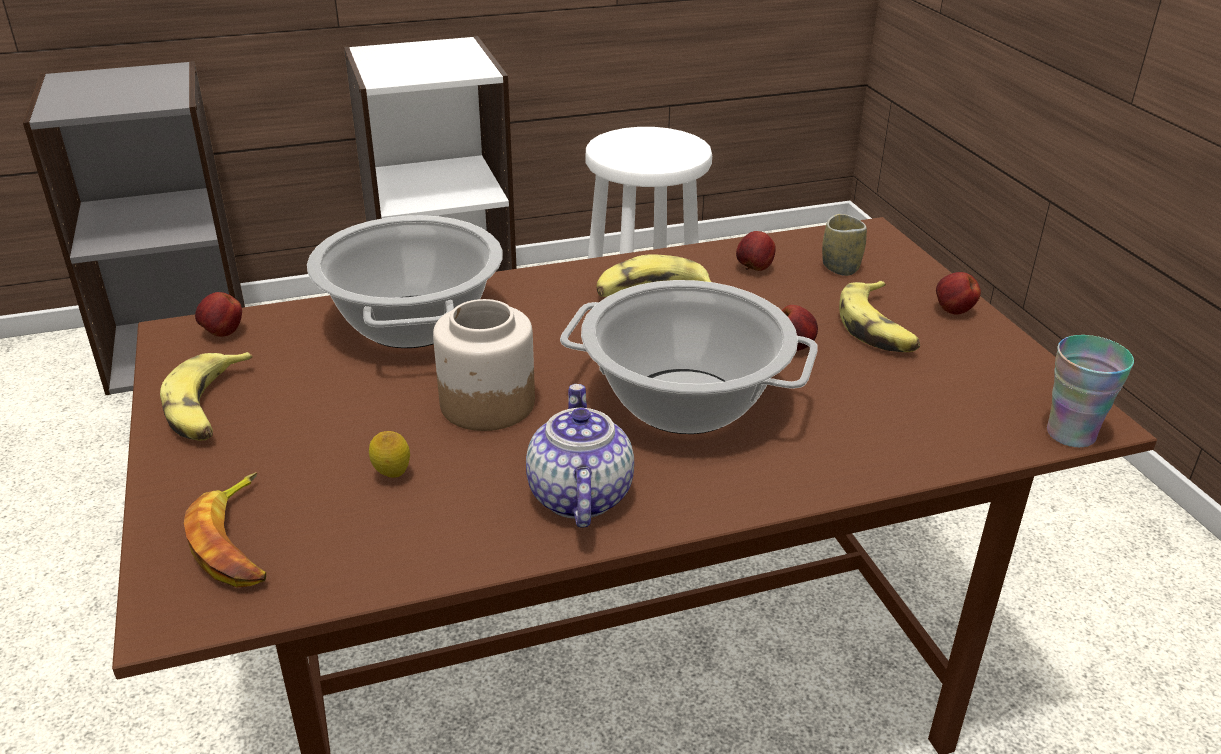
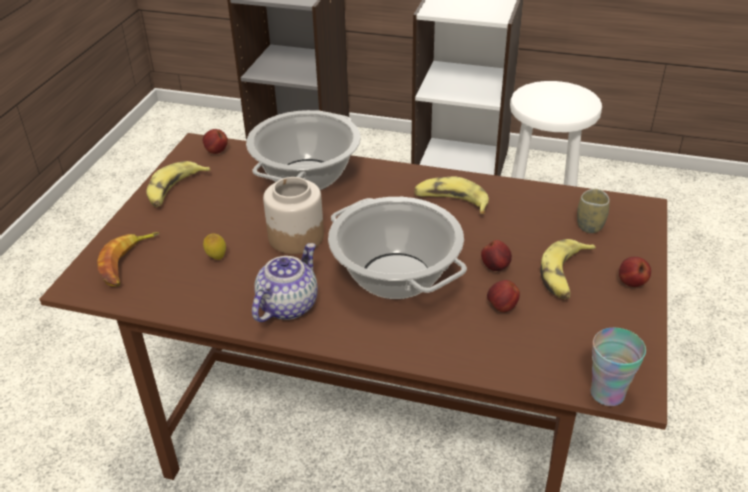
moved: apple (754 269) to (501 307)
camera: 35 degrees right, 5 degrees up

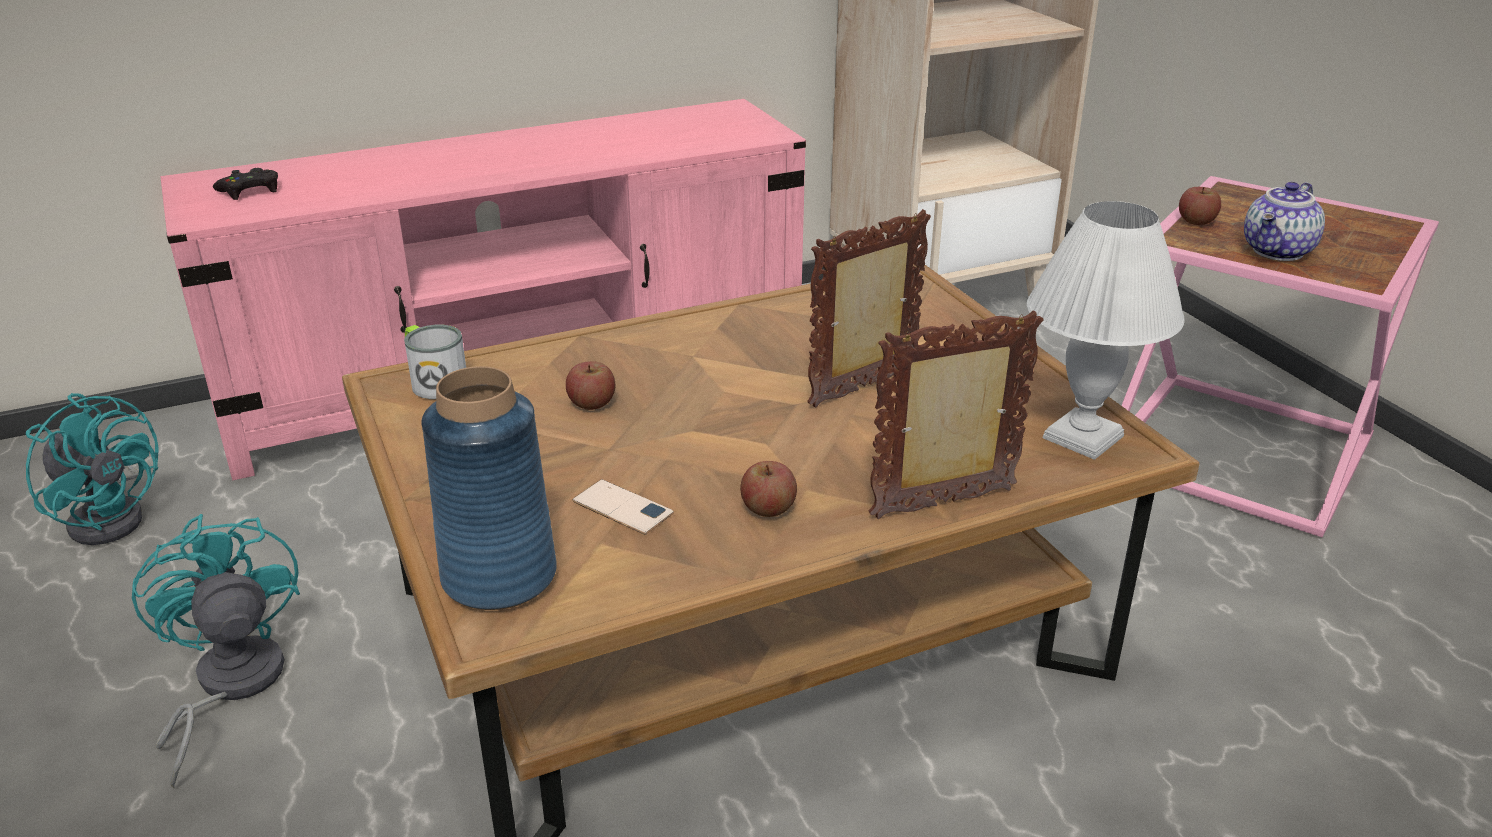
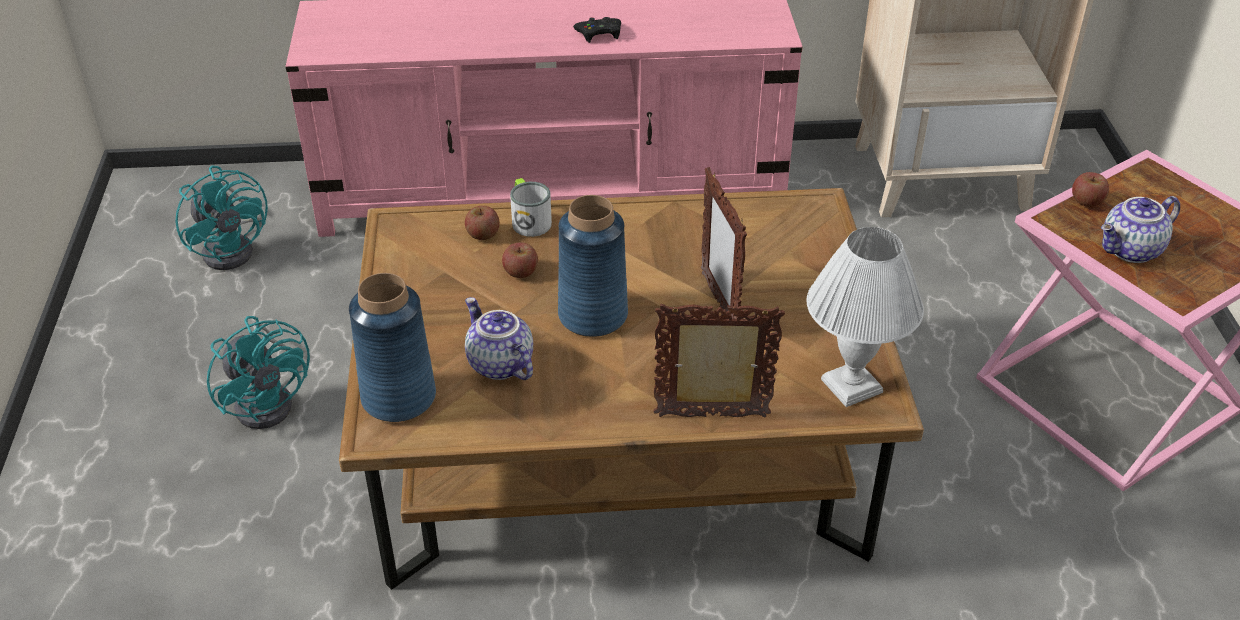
added: vase (blue) (593 316)
moved: game controller (black) (250 191) to (599 34); mug (434 381) to (529 220); apple (768 508) to (483 234)
replaced: phone (622 508) to teapot (498 364)
turned: picture frame (864 388) = (719 303) 90 degrees counterclockwise; fan (turquoise) (229 687) = (270 400) 150 degrees clockwise
camera: 20 degrees right, 10 degrees up

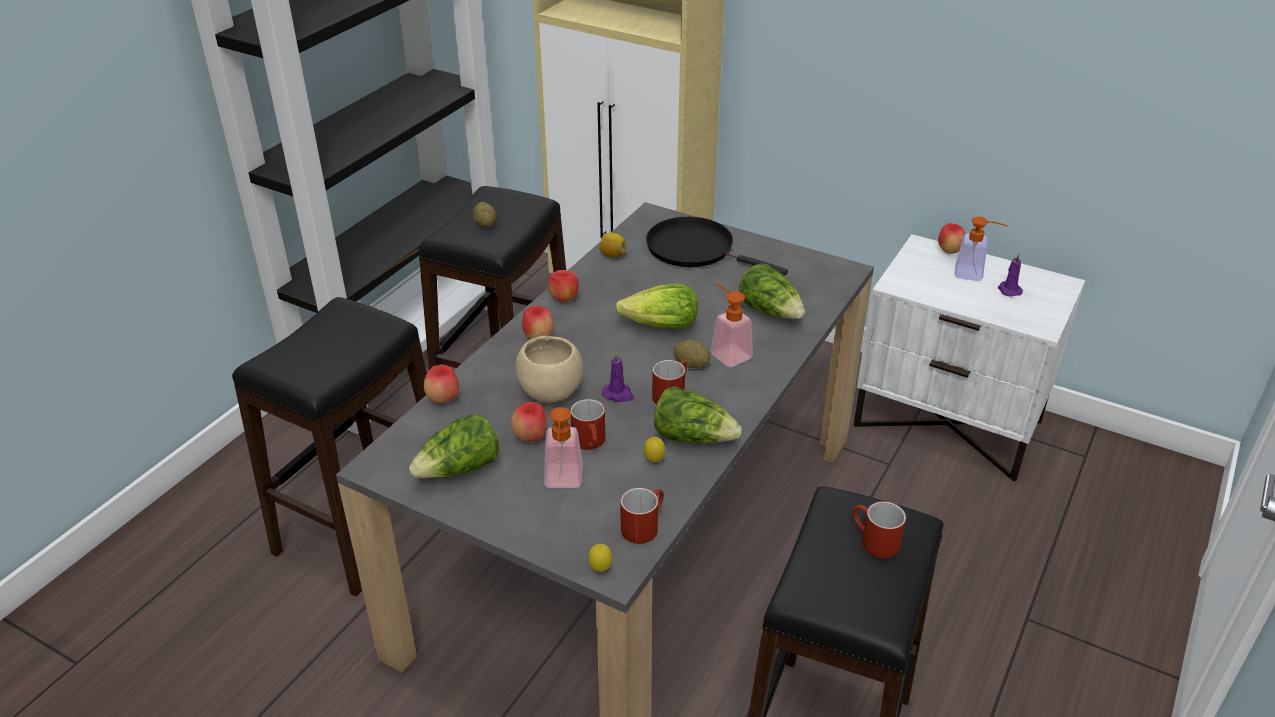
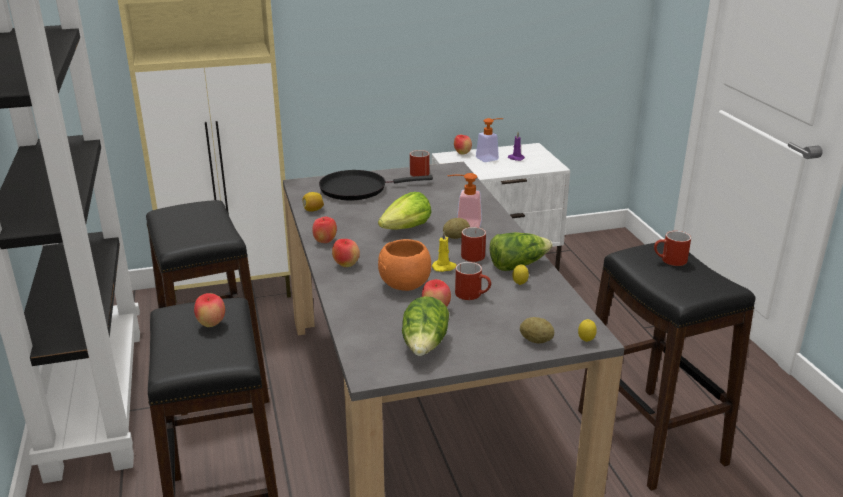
removed: lettuce (771 311); soap dispenser (563 482)
moved: potato (485 224) to (536 340); apple (443 399) to (211 324); mug (red) (643 525) to (418 172)
recoloured: bowl (beige) (550 393) to bowl (orange) (405 285); candle (purple) (618 394) to candle (yellow) (444 267)
camera: 45 degrees left, 10 degrees down

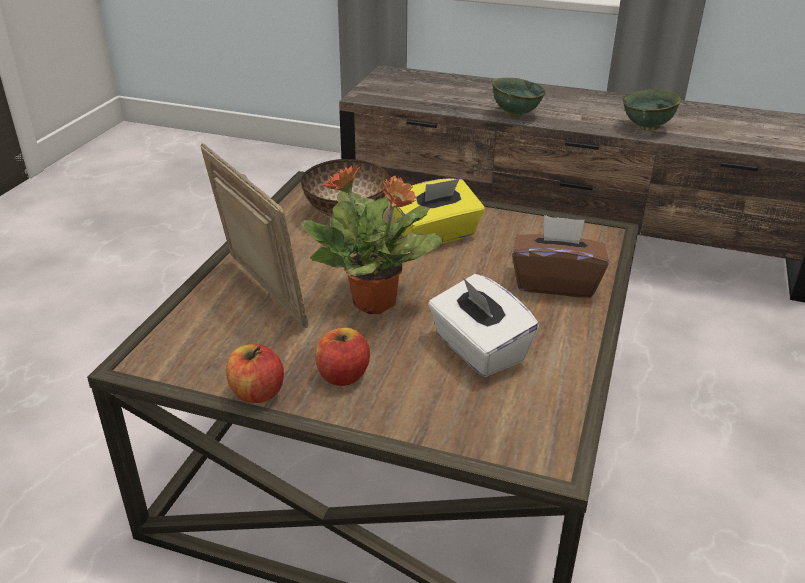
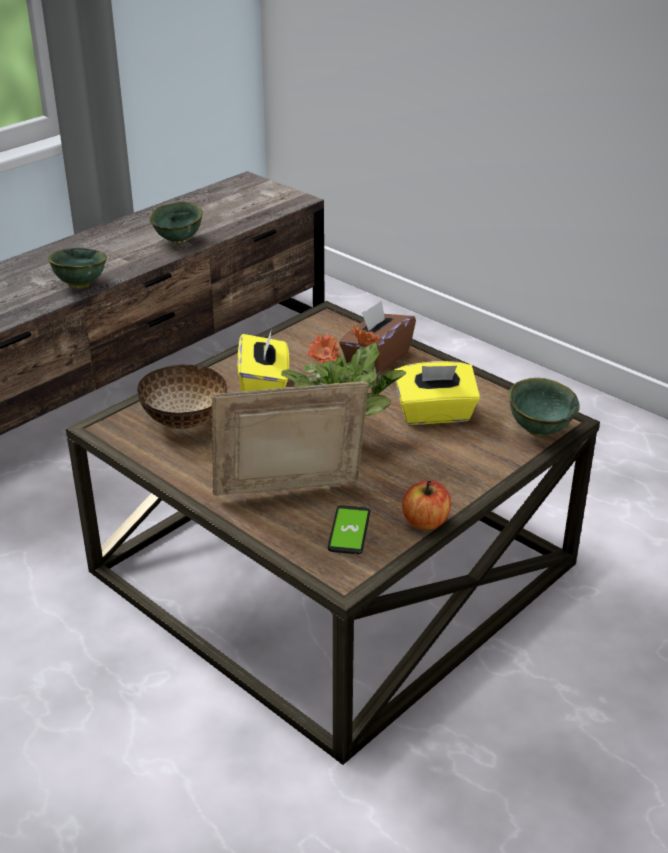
removed: apple (343 375)
added: bowl (green) (539 429); phone (349 531)
recoloured: tissue box (white) (478 349) to tissue box (yellow) (435 414)
camera: 65 degrees left, 0 degrees up

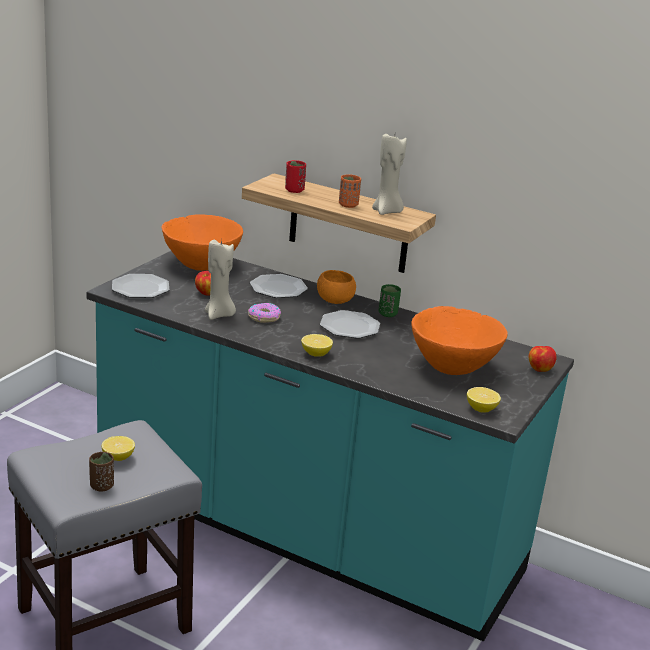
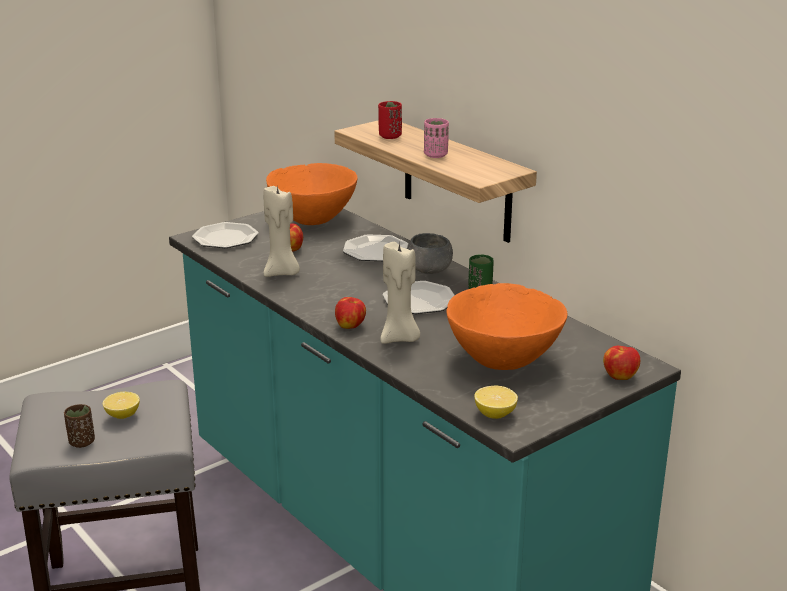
removed: donut (264 317)
moved: candle (beige) (387 212) to (400 338)
replaced: lemon (316 354) to apple (350 326)
recoloured: cup (orange) (348 205) to cup (pink) (435 155); bowl (orange) (335 301) to bowl (grey) (429 270)
camera: 25 degrees right, 0 degrees up

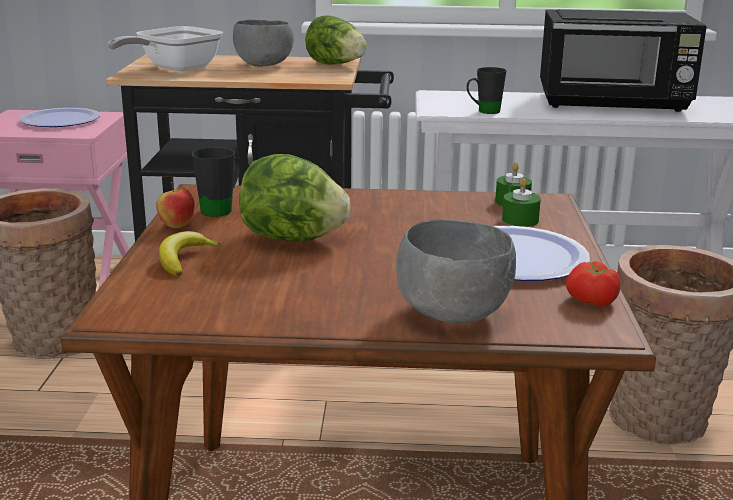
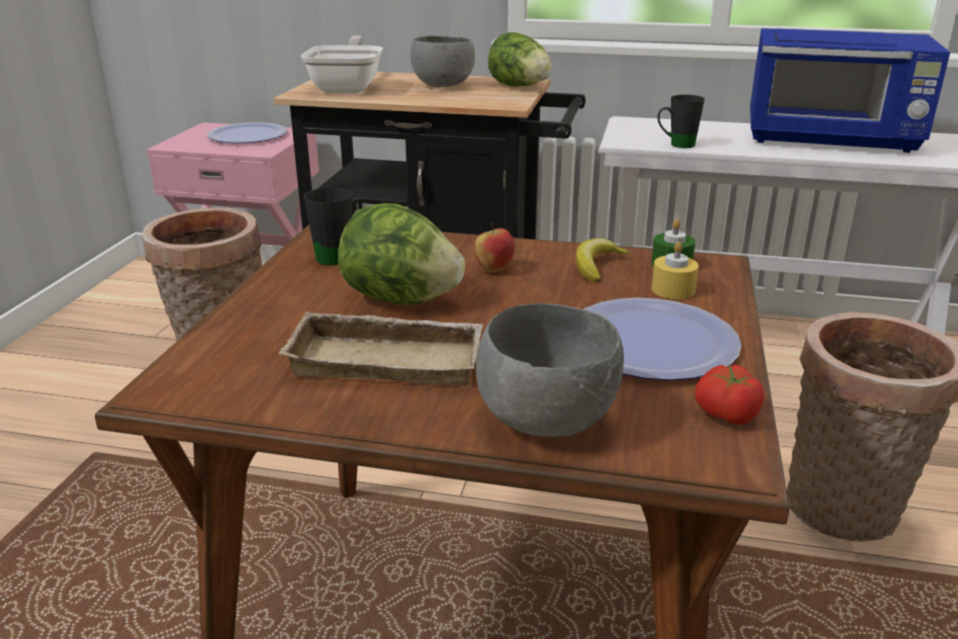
added: tray (beige) (390 358)
moved: apple (177 226) to (494 269); banana (185 260) to (597 266)
recoloured: microwave (black) (614 103) to microwave (blue) (832 139); candle (green) (520 220) to candle (yellow) (673 289)
turned: frying pan (174 69) = (348 88) 135 degrees clockwise
camera: 10 degrees right, 5 degrees up

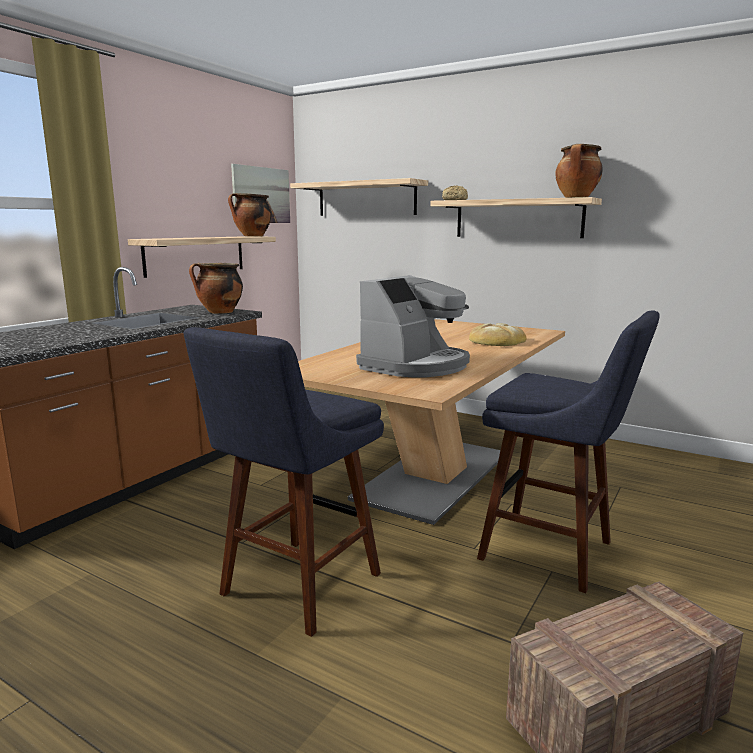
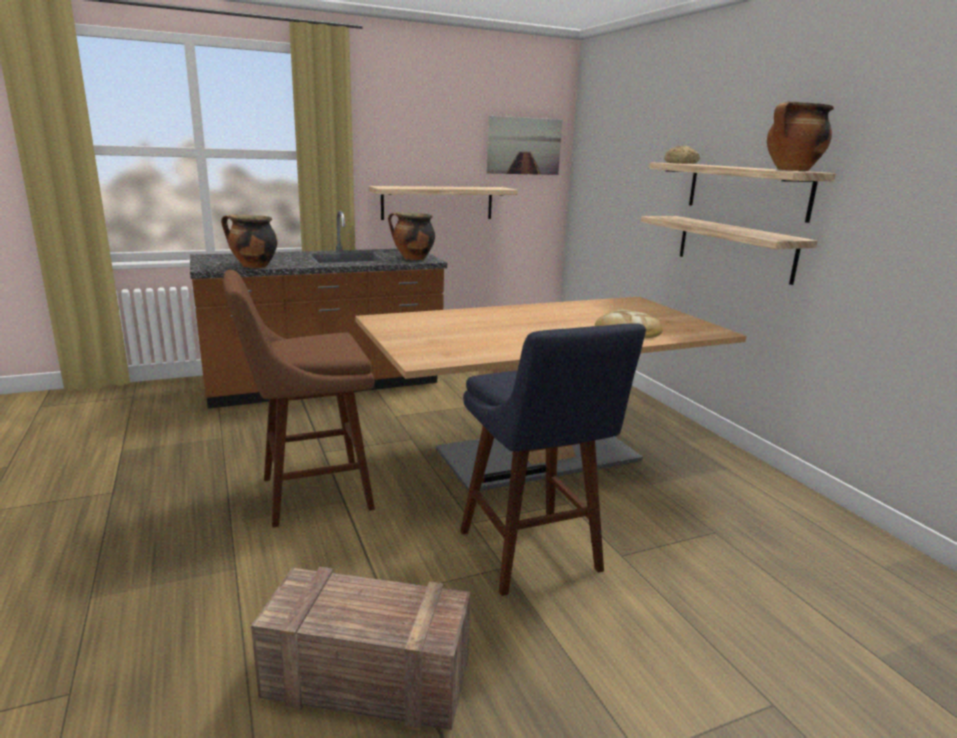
removed: coffee machine (416 366)
moved: shelf (366 199) to (734 248); cooking pot (252 236) to (253 266)
recoloured: stool (blue) (295 589) to stool (brown) (308 495)
camera: 35 degrees right, 5 degrees up

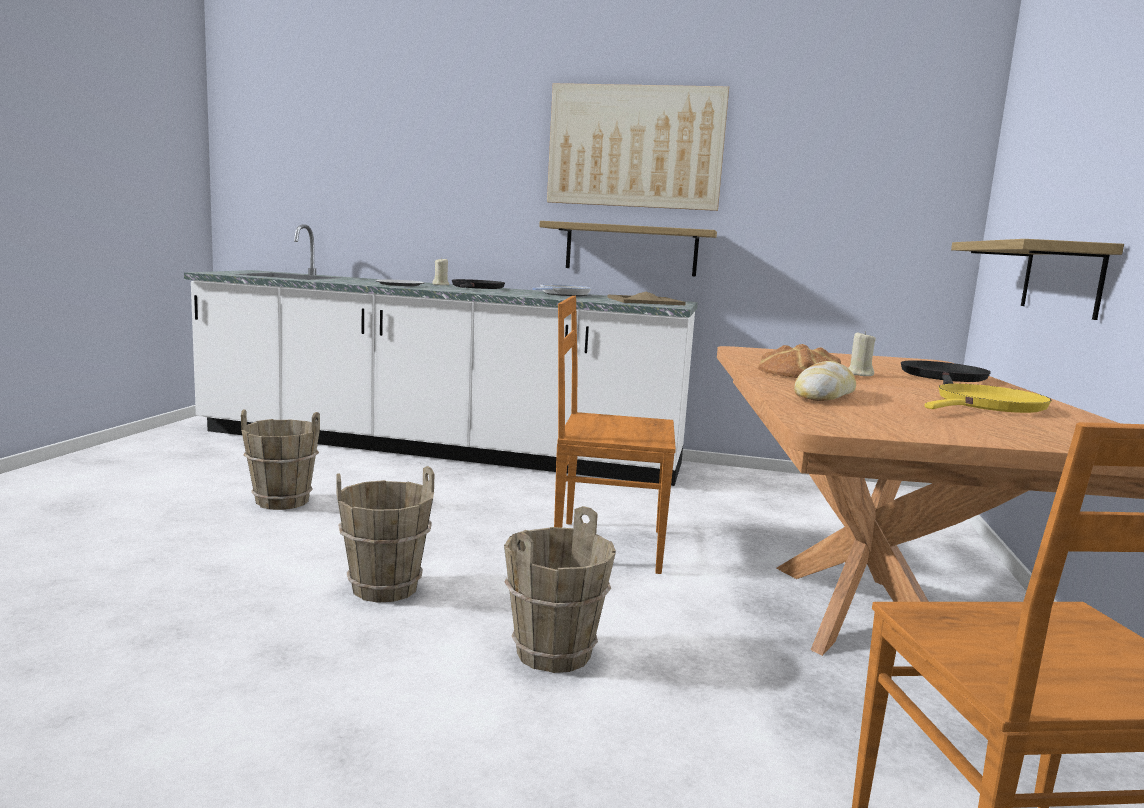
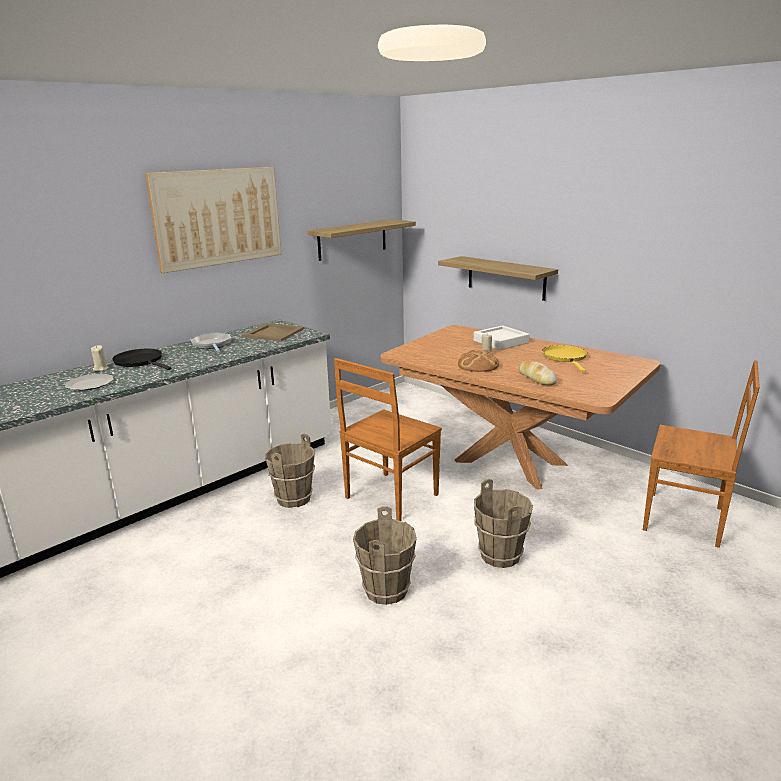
moved: shelf (631 249) to (352 239); bucket (brown) (282 501) to (293 499)
replaced: frying pan (black) (944 378) to tray (white) (501 342)
camera: 55 degrees left, 10 degrees up

